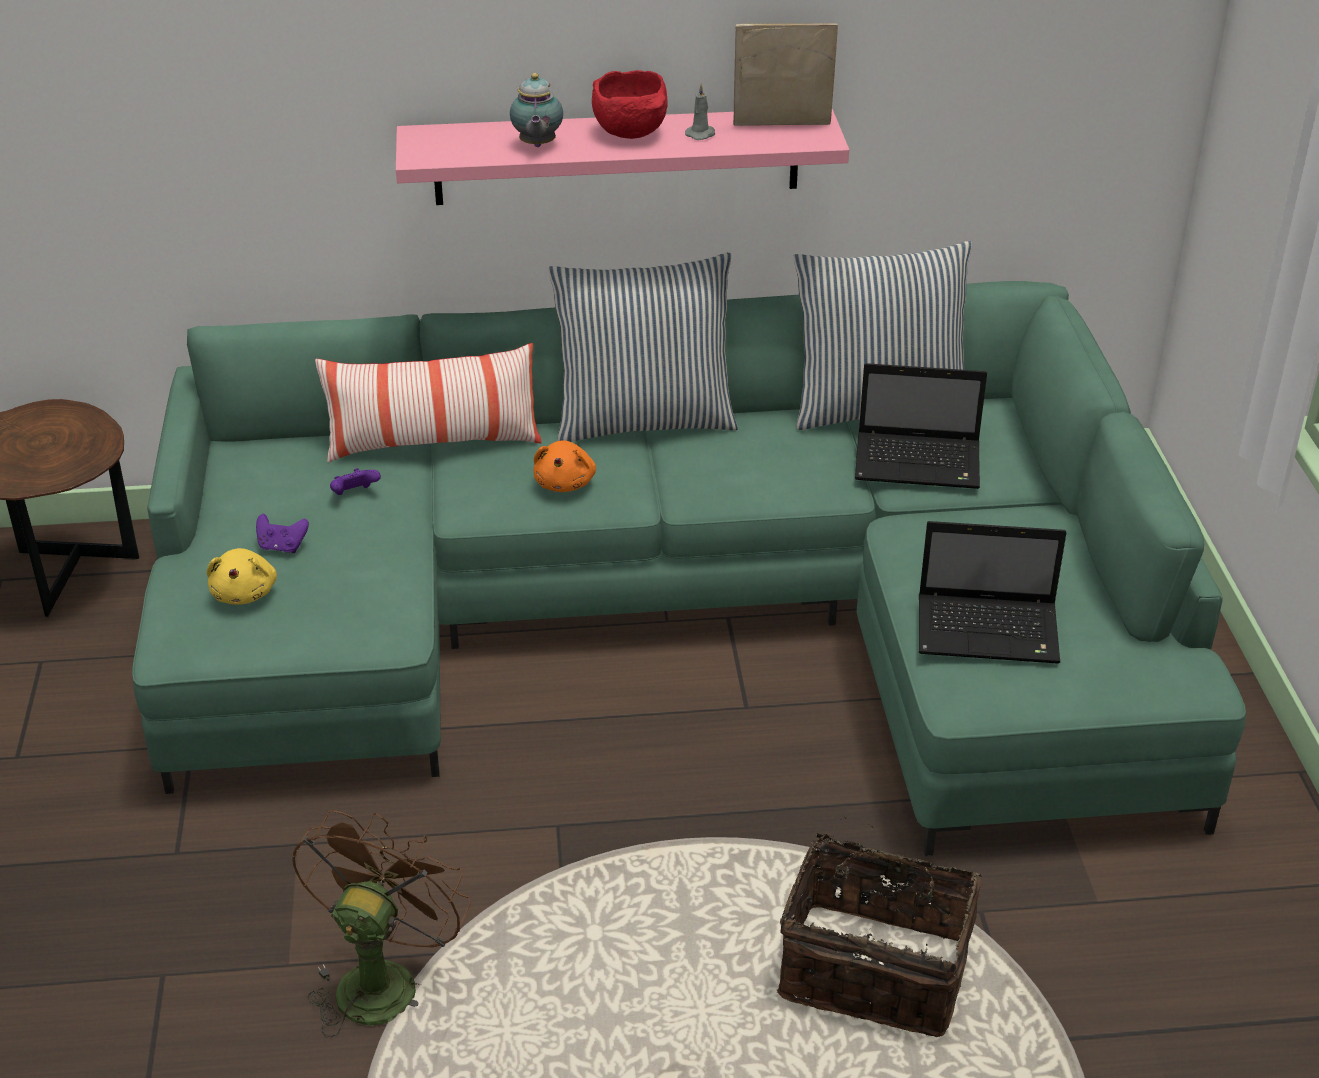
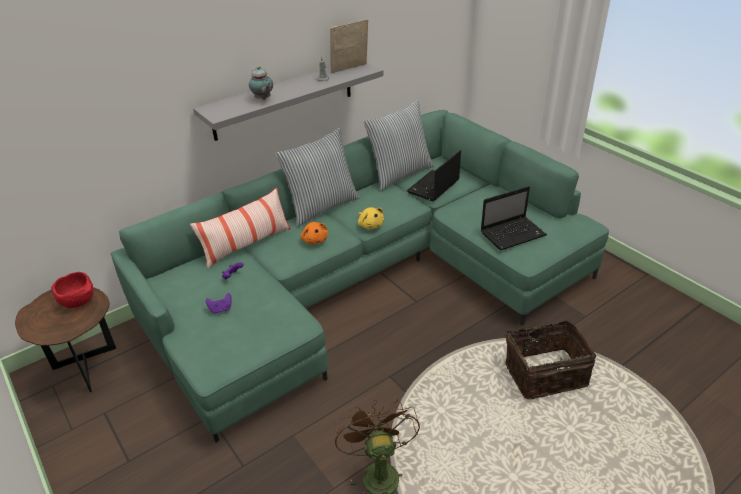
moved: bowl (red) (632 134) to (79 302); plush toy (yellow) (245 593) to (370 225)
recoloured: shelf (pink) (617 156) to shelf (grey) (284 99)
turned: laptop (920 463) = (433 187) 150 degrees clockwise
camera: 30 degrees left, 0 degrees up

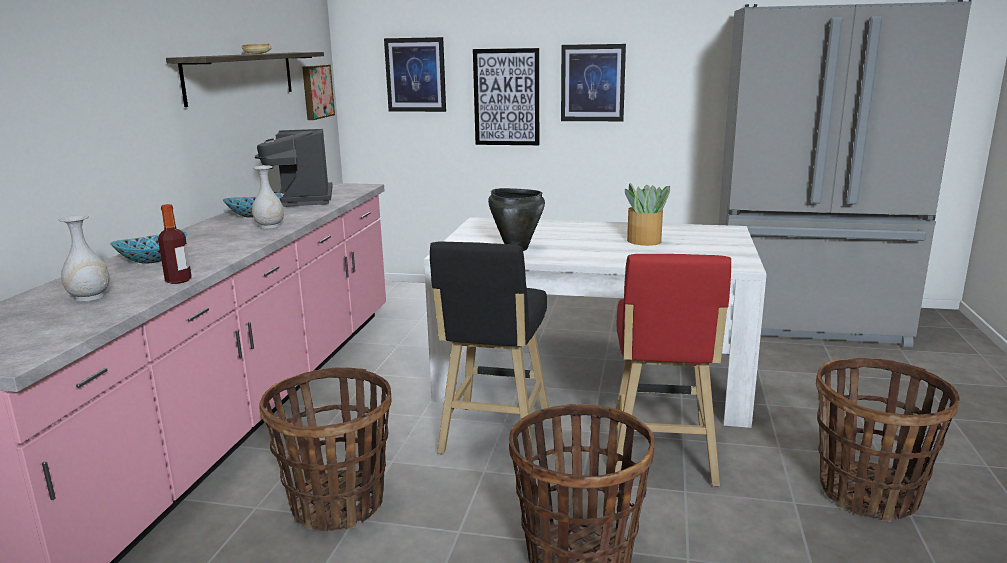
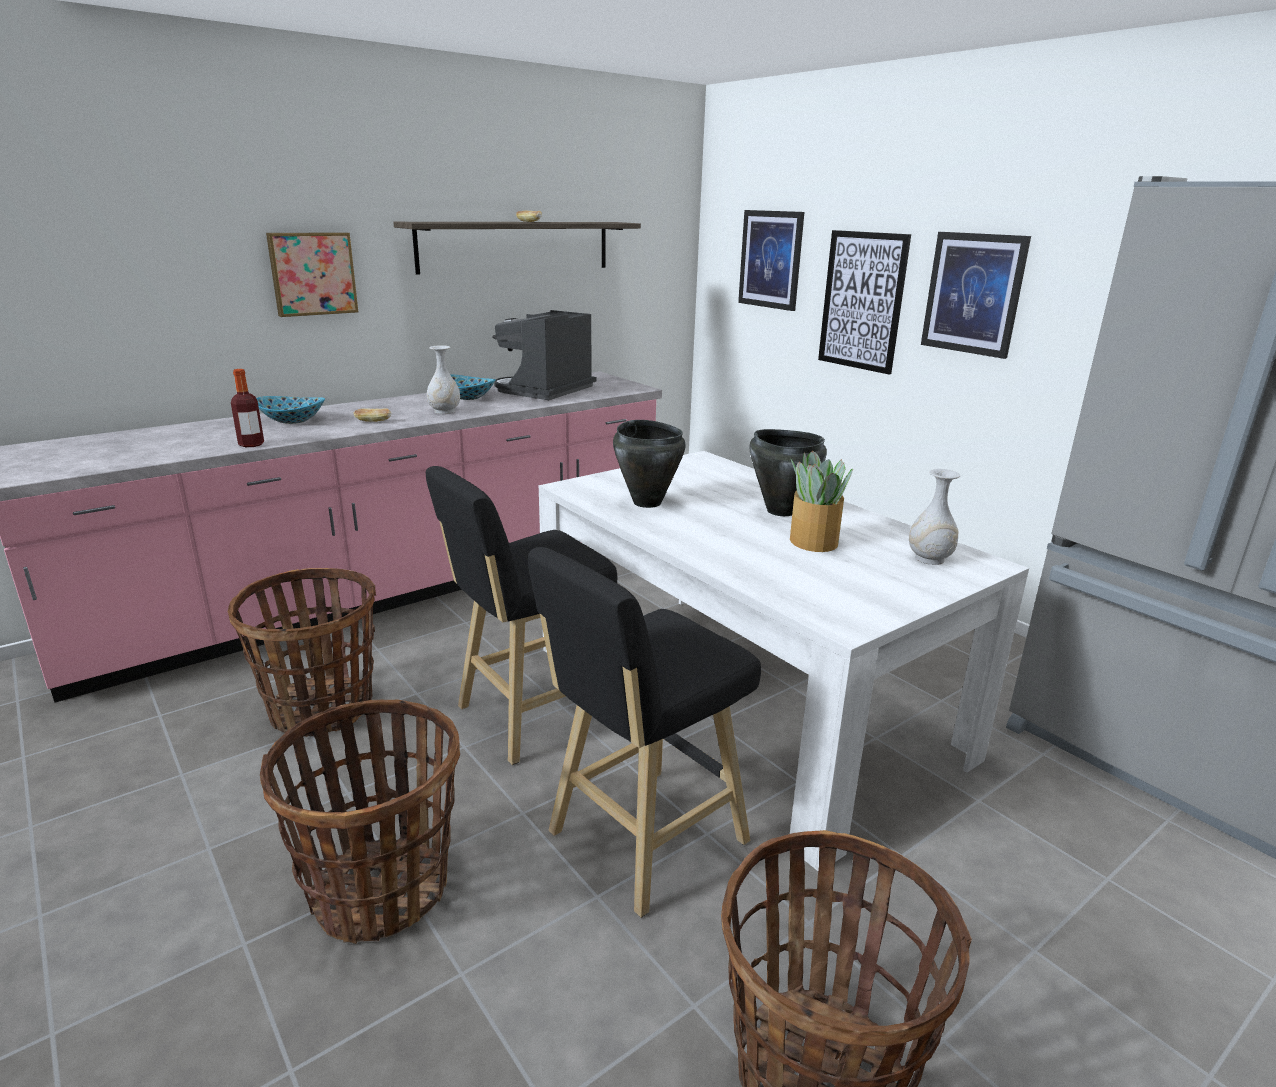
added: bread (373 421); cooking pot (black) (780 511)
moved: picture (316 91) to (312 273); vase (white) (89 297) to (929 559)
recoloured: stool (red) (661 459) to stool (black) (640 841)
camera: 40 degrees right, 5 degrees up

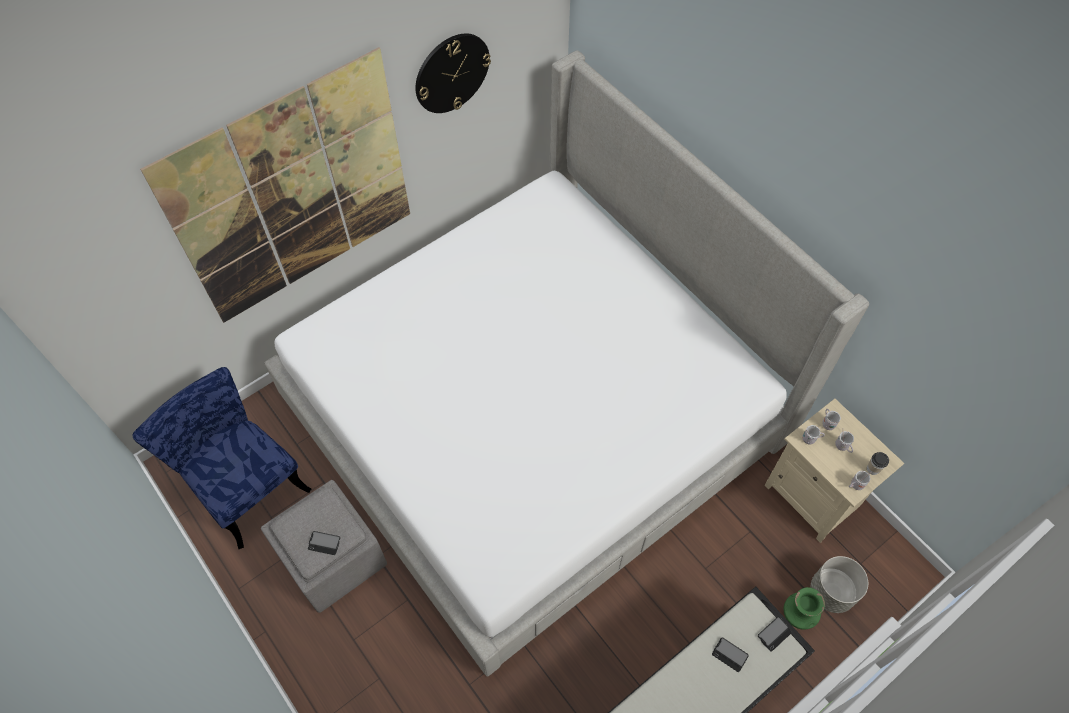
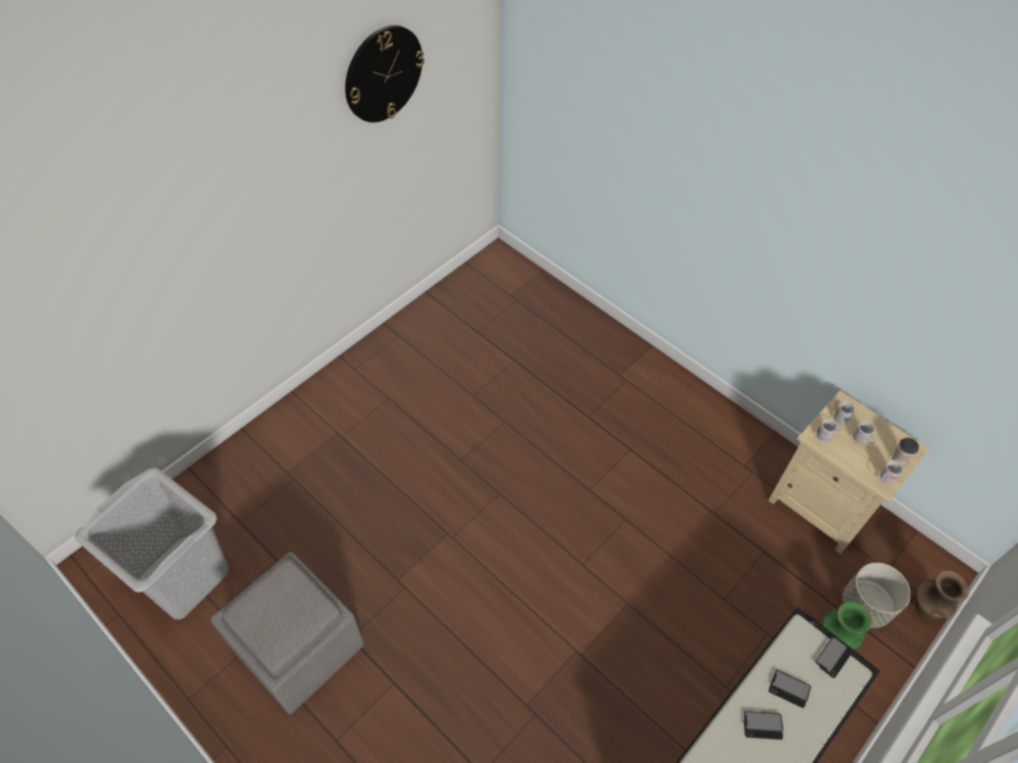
removed: picture (295 194); bed (534 417)
added: vase (brown) (925 608)
moved: phone (324 543) to (762 725)
replaced: chair (blue) (245 484) to laundry basket (grey) (183 575)
camera: 10 degrees left, 5 degrees down

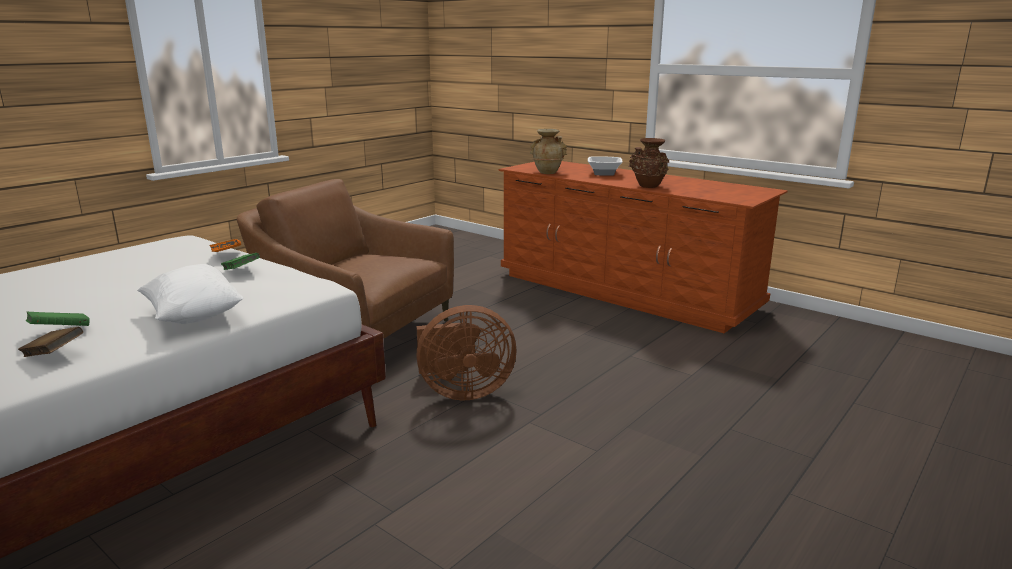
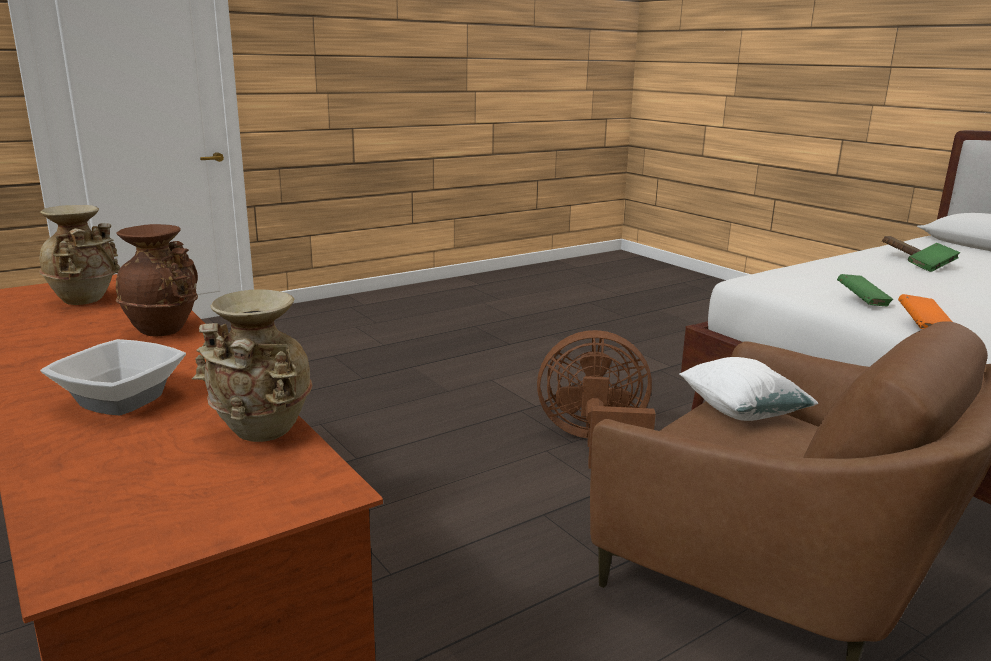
added: vase (beige) (86 299)
moved: pillow (white) (194 316) to (741 412)
camera: 165 degrees left, 0 degrees up

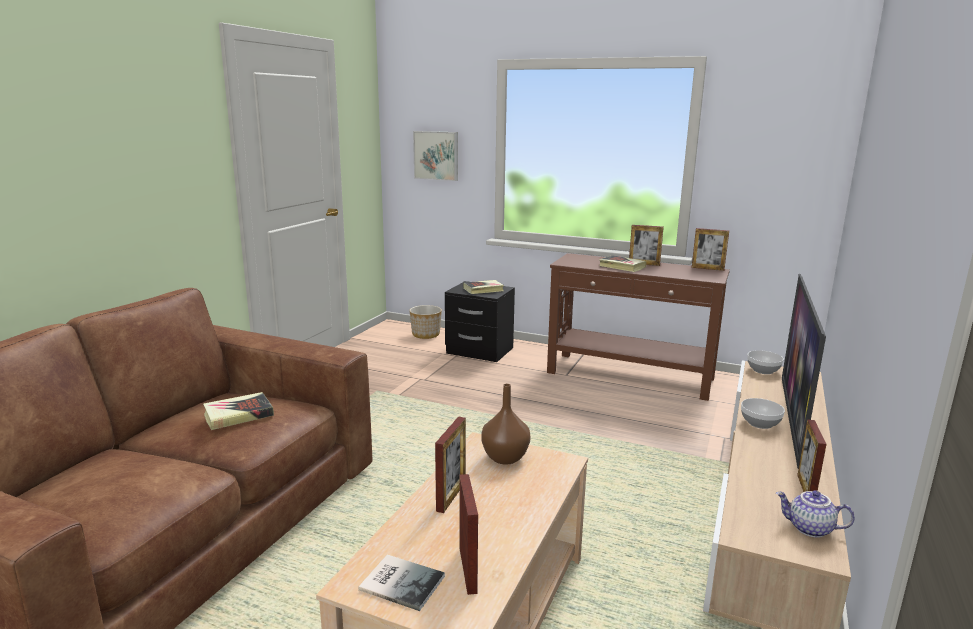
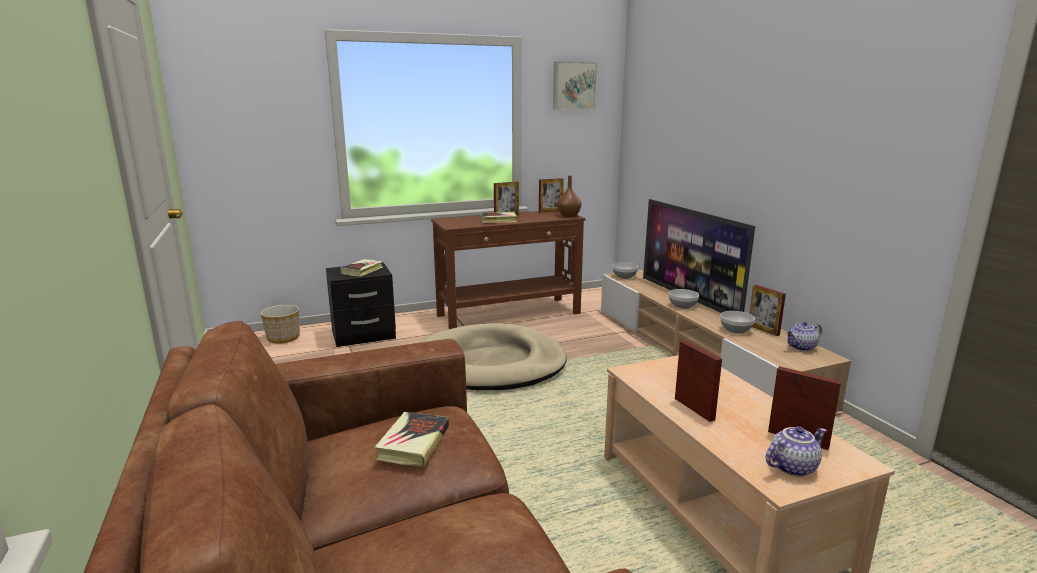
added: bowl (735 330); dog bed (beige) (492 363)
moved: picture (436 155) to (573 86); vase (brown) (506 457) to (569 215)
replaced: book (401 581) to teapot (792 466)
camera: 45 degrees left, 0 degrees up

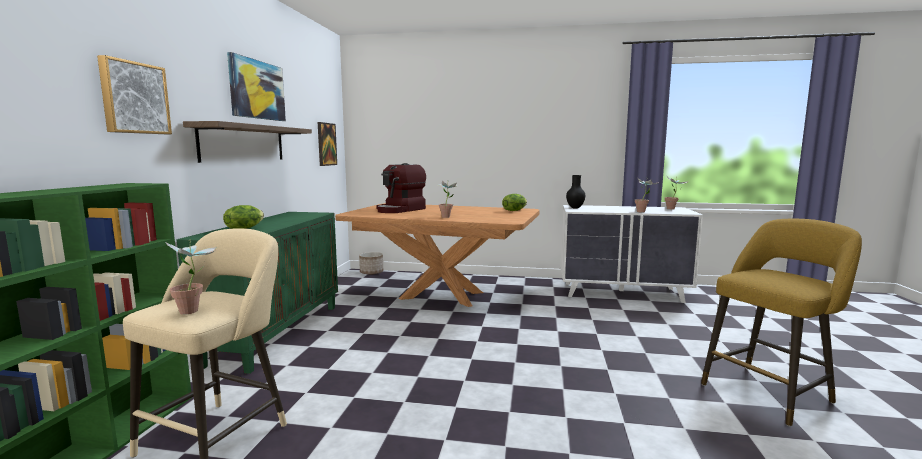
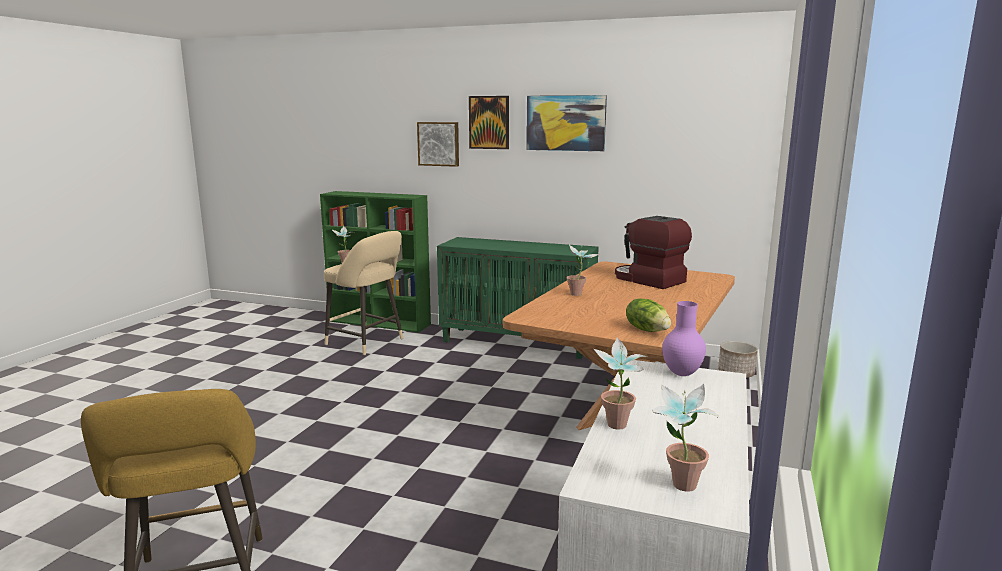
removed: shelf (244 143); lettuce (244 228)
moved: picture (326 144) to (489 122)
recoloured: vase (black) (575 208) to vase (purple) (683 374)
camera: 100 degrees right, 5 degrees up

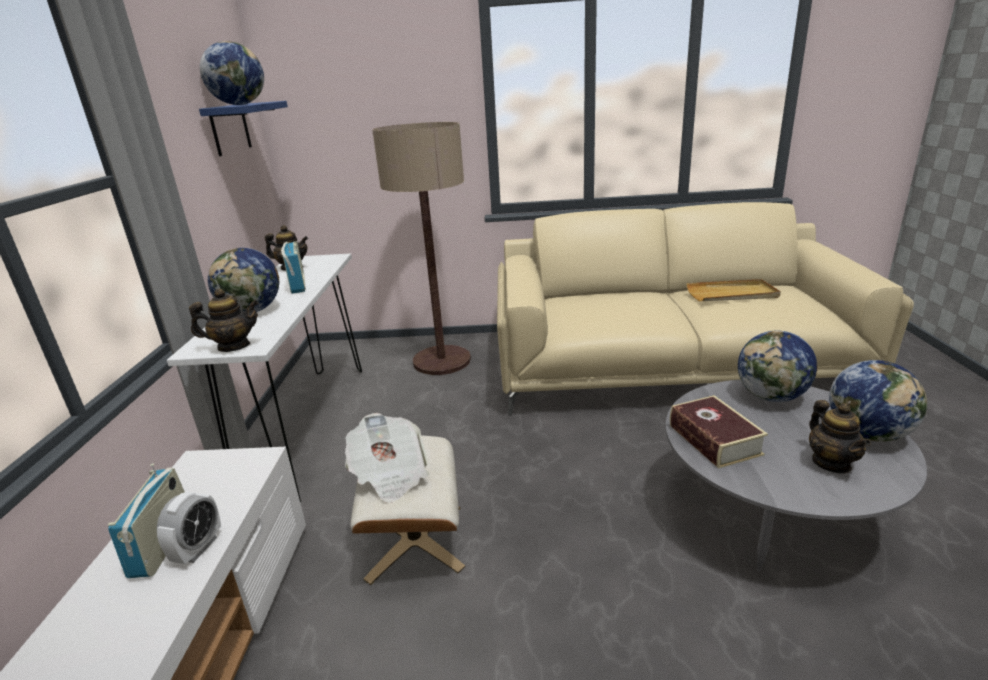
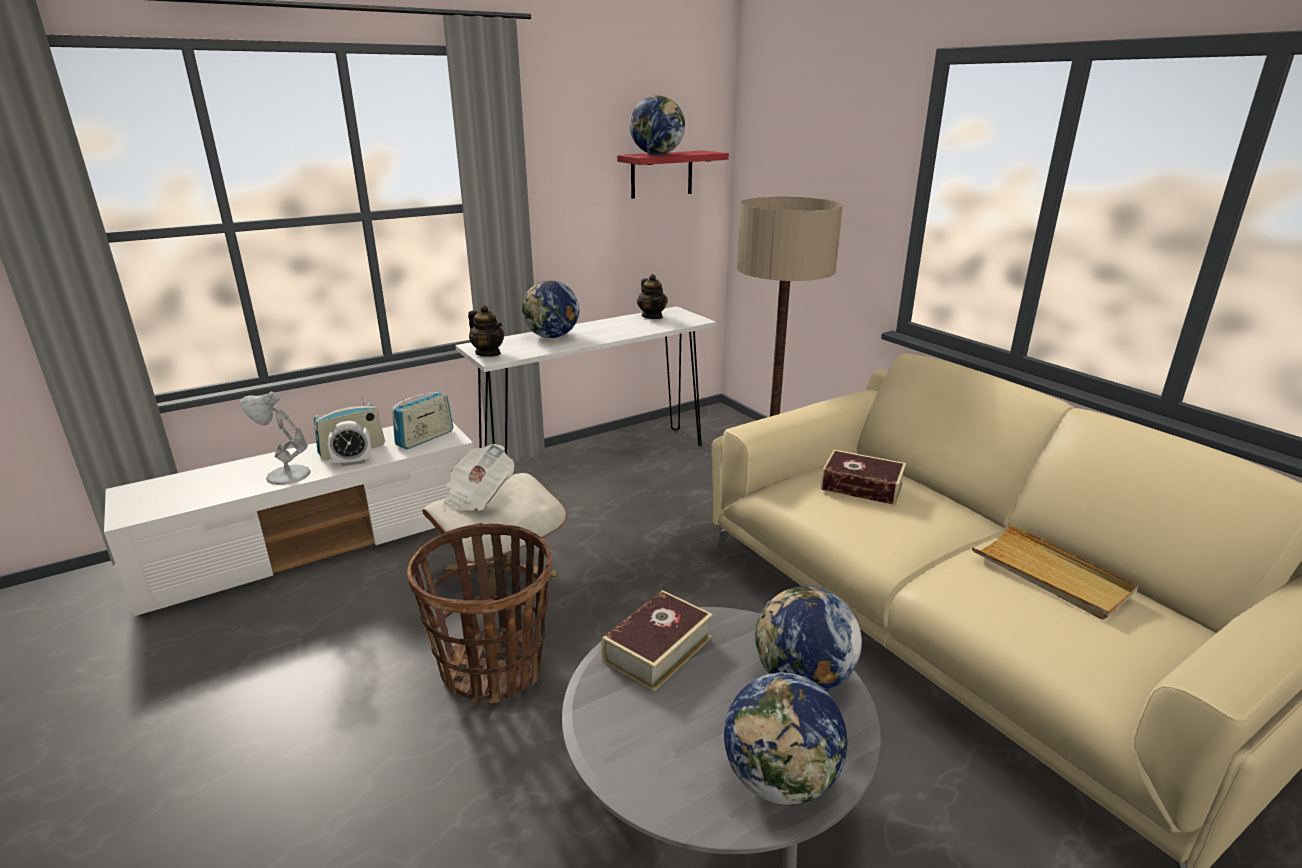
removed: teapot (831 463)
added: table lamp (white) (285 475); book (861 486); basket (493 668)
moved: radio (297 285) to (425 438)
recoloured: shelf (blue) (230 128) to shelf (red) (661 174)
camera: 55 degrees right, 0 degrees up

